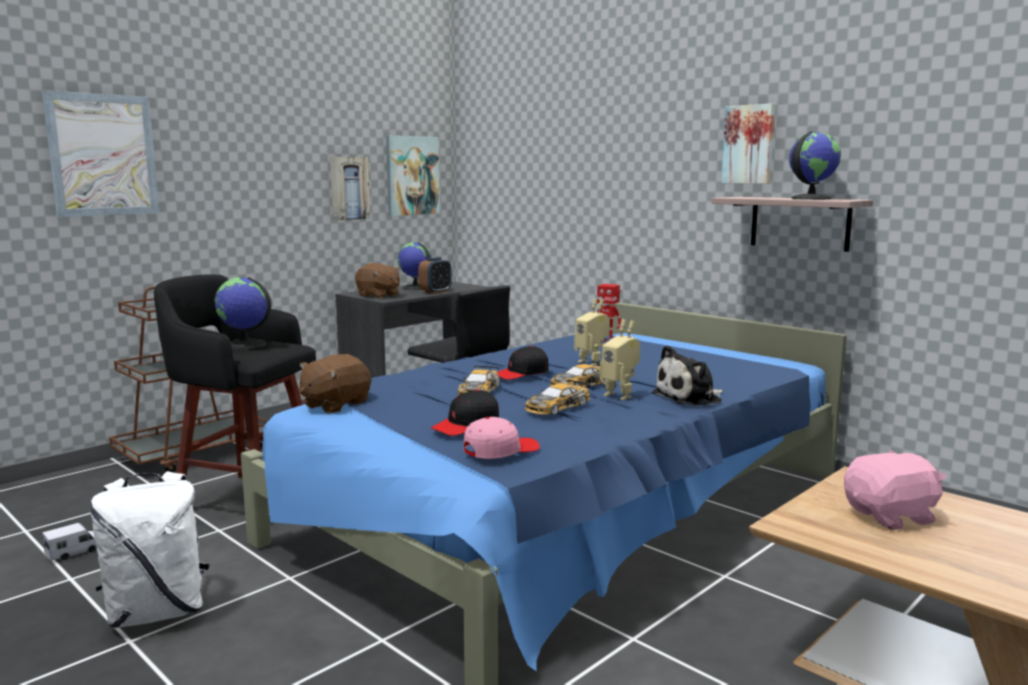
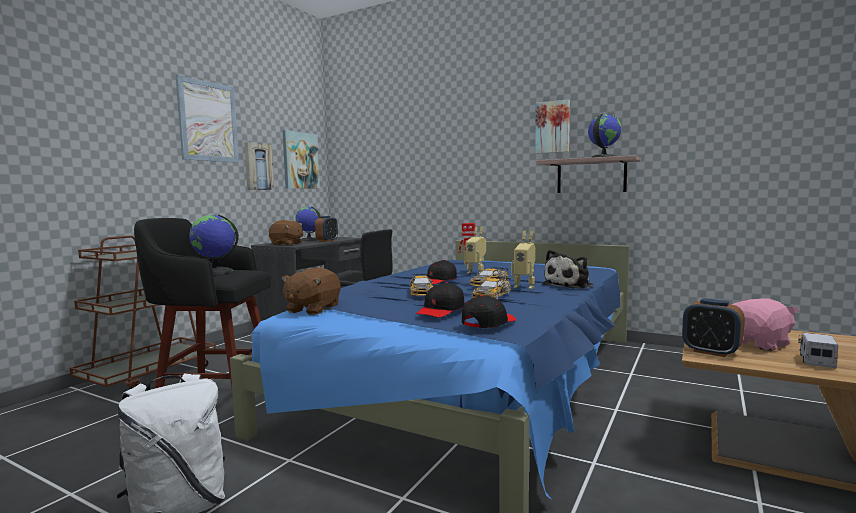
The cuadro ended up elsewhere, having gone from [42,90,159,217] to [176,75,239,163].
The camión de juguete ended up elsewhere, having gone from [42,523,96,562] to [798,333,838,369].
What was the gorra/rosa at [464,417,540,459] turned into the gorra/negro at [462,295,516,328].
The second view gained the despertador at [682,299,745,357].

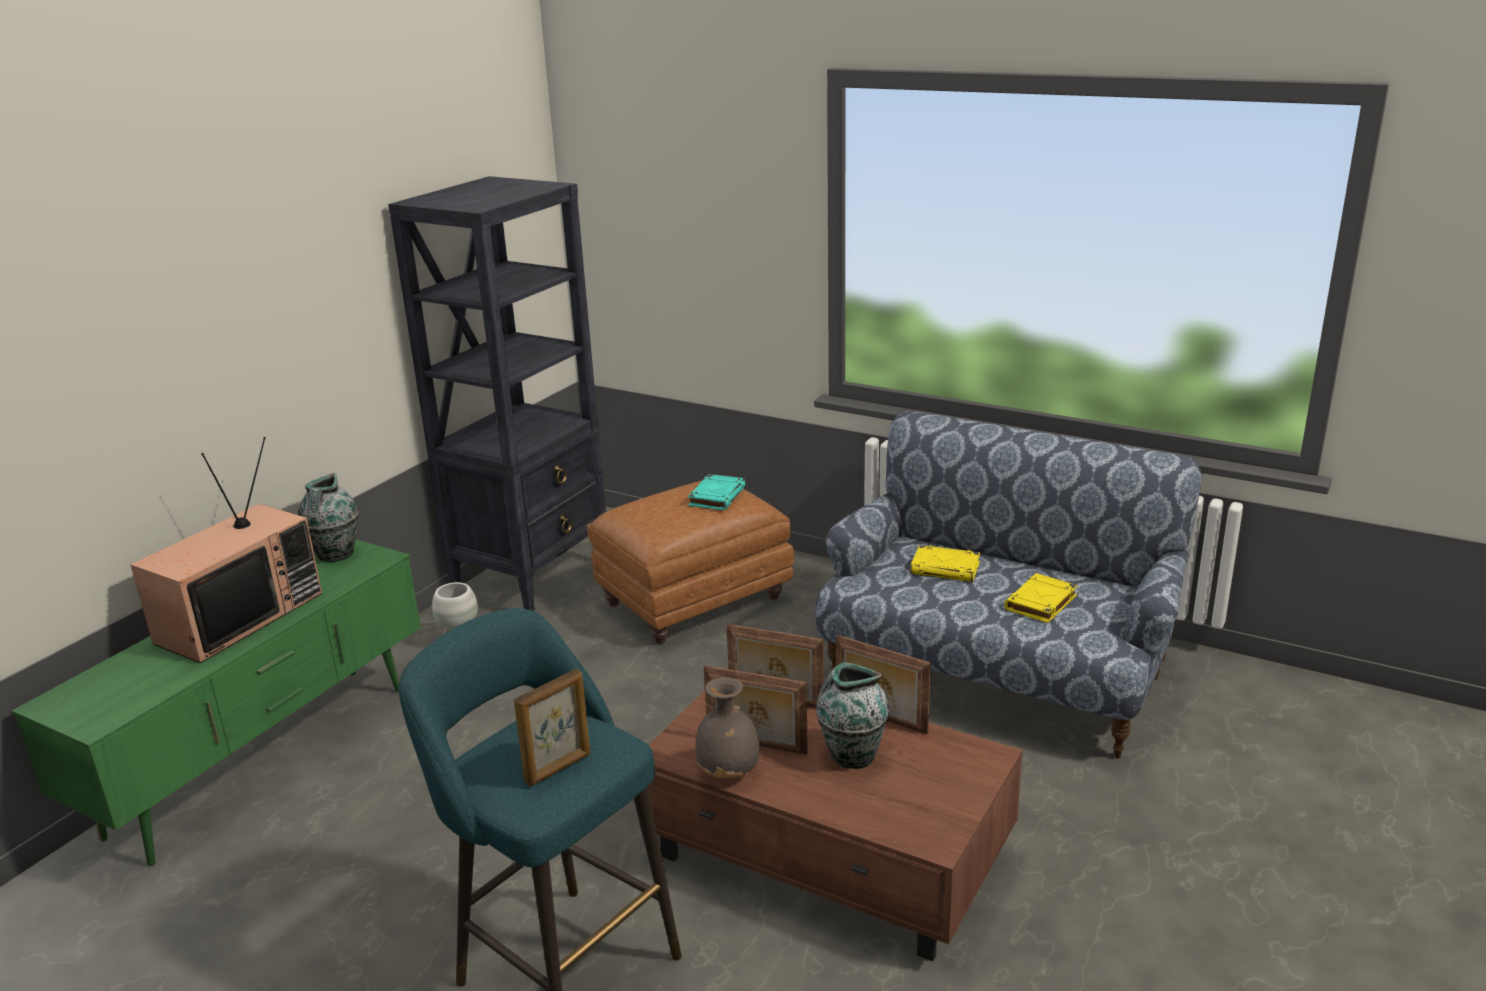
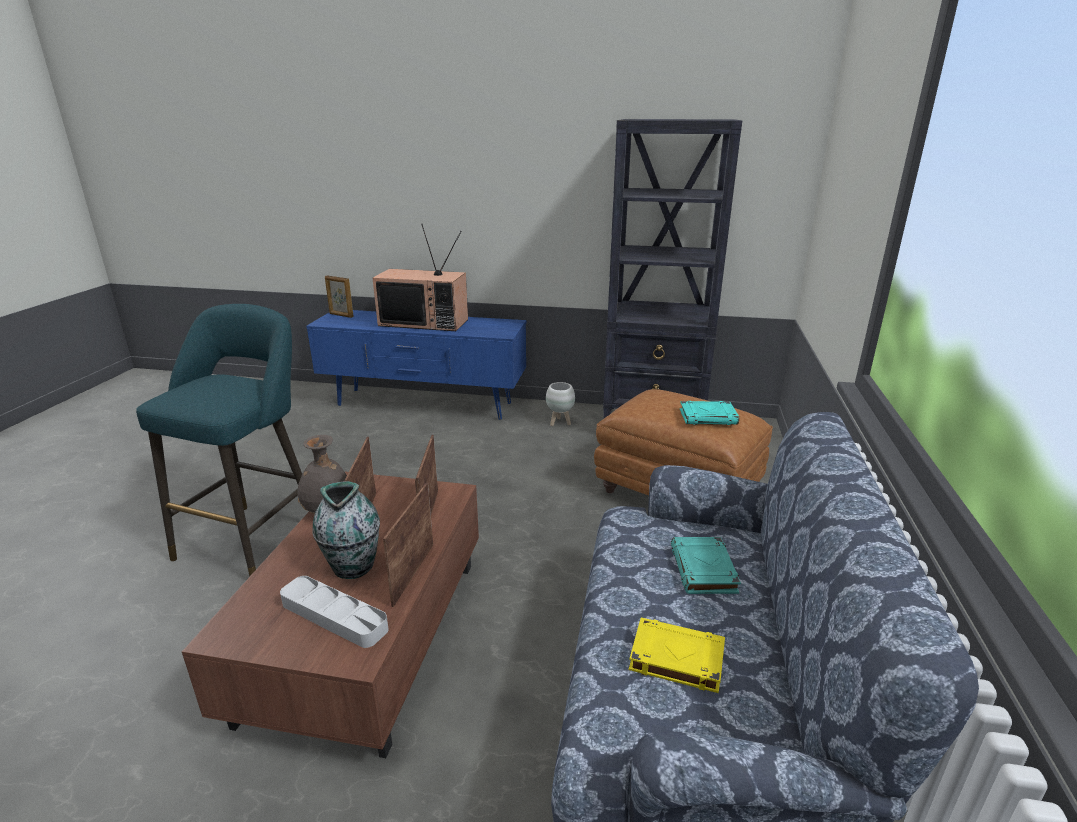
What was the mueble de televisión/verde at [12,539,421,866] turned into the mueble de televisión/azul at [306,310,527,420].
The second view lost the florero at [298,473,358,562].
The portarretratos ended up elsewhere, having gone from [514,669,590,787] to [325,275,354,318].
What was the libro/amarillo at [910,545,980,582] turned into the libro/turquesa at [671,537,741,594].
The second view gained the bandeja/gris at [280,576,388,648].

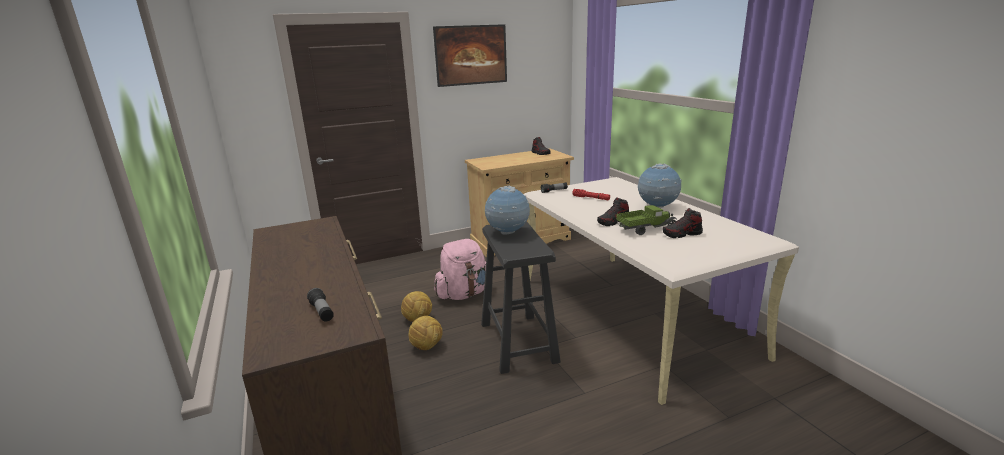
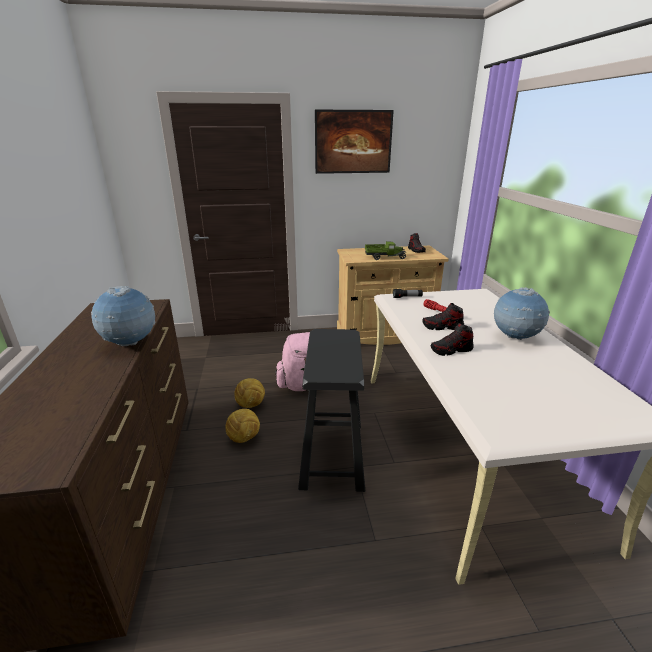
The second view lost the linterna at [307,288,334,322].
The globo terráqueo ended up elsewhere, having gone from [485,186,530,235] to [91,286,155,346].
The camión de juguete ended up elsewhere, having gone from [616,205,677,235] to [365,241,406,260].
The zapato ended up elsewhere, having gone from [663,208,703,238] to [423,303,464,330].

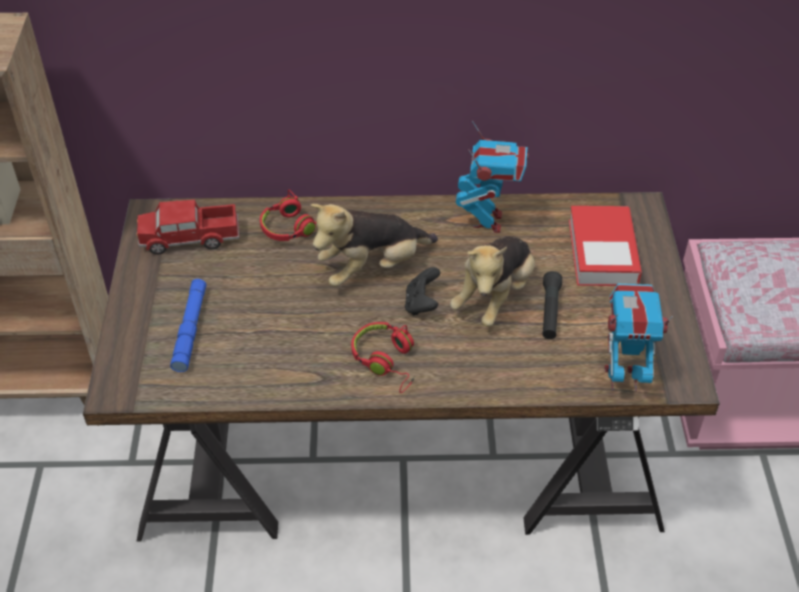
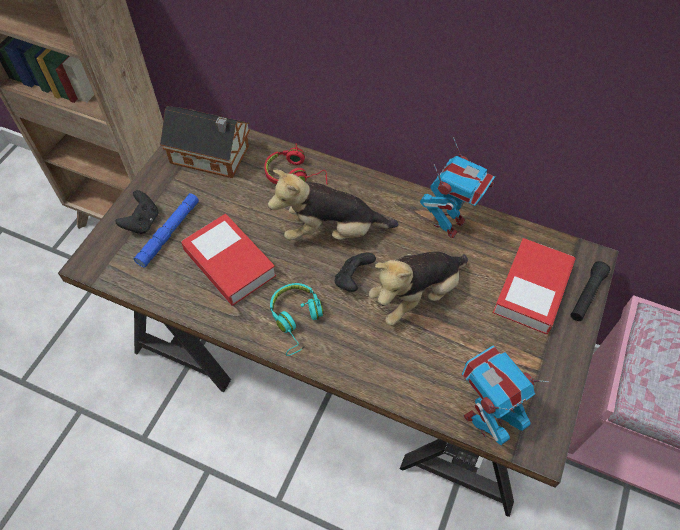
Where the camión de juguete stood at [136,200,240,254], the casita came to stand at [160,106,250,178].
What was the auriculares/rojo at [351,322,415,393] turned into the auriculares/turquesa at [270,283,324,356].
The linterna/negro ended up elsewhere, having gone from [542,271,562,339] to [571,261,610,321].
The robot de juguete at [605,284,673,391] ended up facing another way, 60 degrees counterclockwise from before.
The second view gained the mando de consola/negro at [115,190,158,234].
The second view gained the libro at [181,213,276,306].

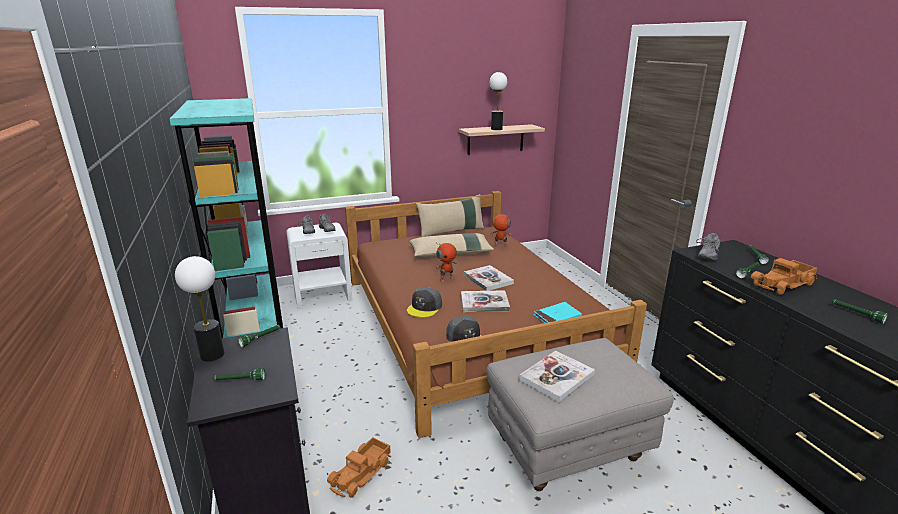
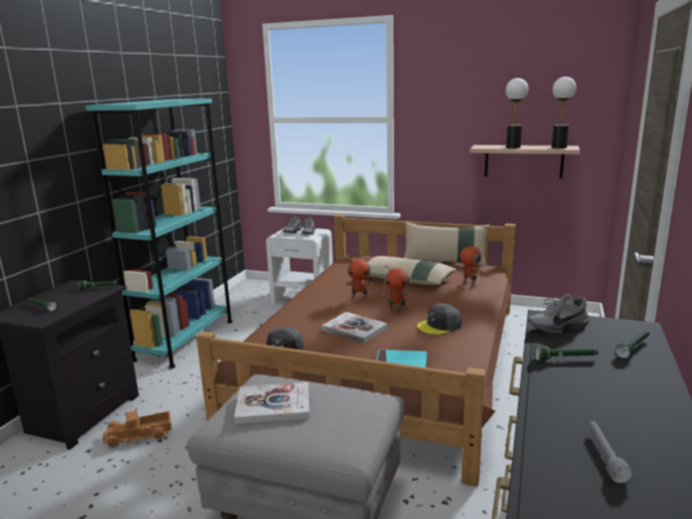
The lámpara de mesa ended up elsewhere, having gone from [175,256,225,361] to [552,77,576,149].
The gorra/gris ended up elsewhere, having gone from [407,287,442,318] to [417,304,462,335].
Where the libro stood at [464,265,514,291], the robot de juguete came to stand at [383,264,411,313].
The second view lost the camión de juguete at [751,258,817,295].
What was the linterna/verde at [832,299,888,324] turned into the linterna/gris at [589,421,633,484].

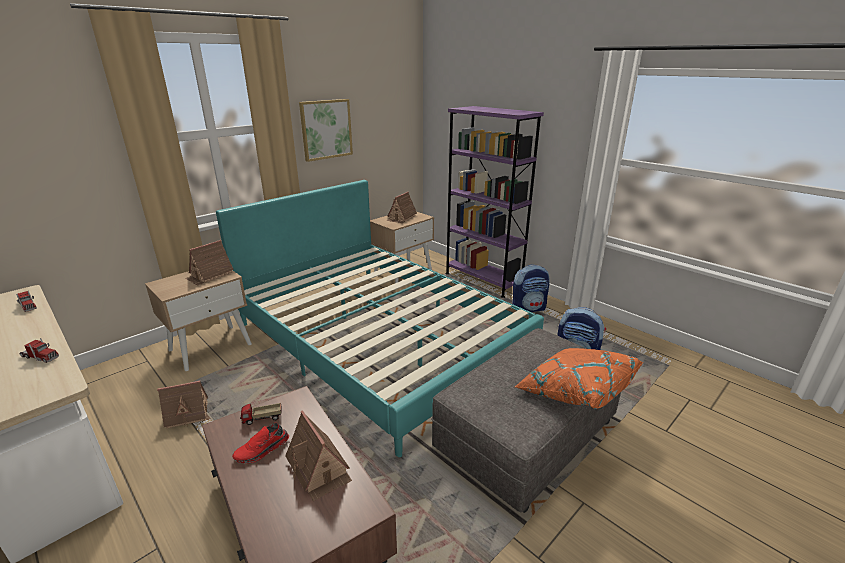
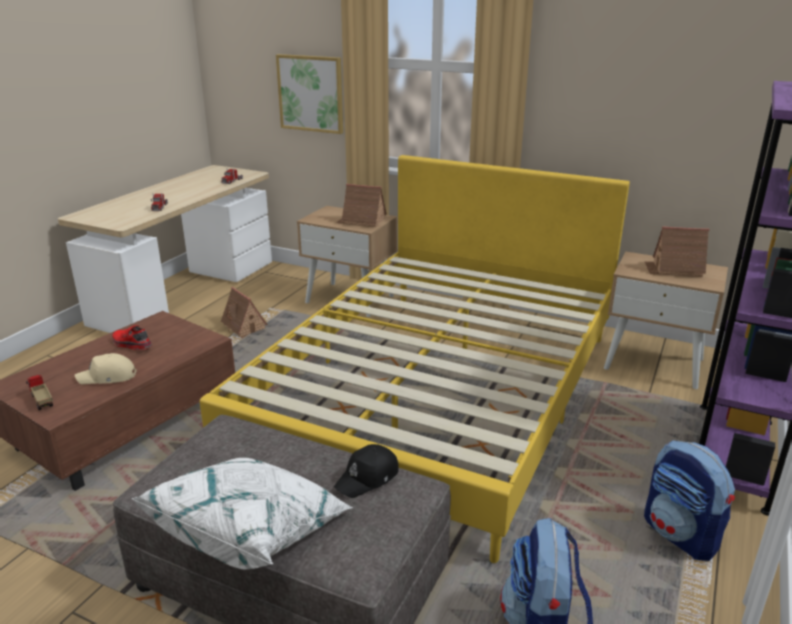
What was the cama/turquesa at [216,180,544,457] turned into the cama/amarillo at [200,155,630,563].
The camión de juguete ended up elsewhere, having gone from [240,403,282,425] to [26,375,53,410].
Where the casita stood at [285,410,352,501], the gorra/beis came to stand at [75,353,137,385].
The cuadro ended up elsewhere, having gone from [299,99,353,162] to [276,54,343,134].
What was the cojín/naranja at [515,348,643,409] turned into the cojín/blanco at [132,458,353,570].
The second view gained the gorra/negro at [334,444,399,498].

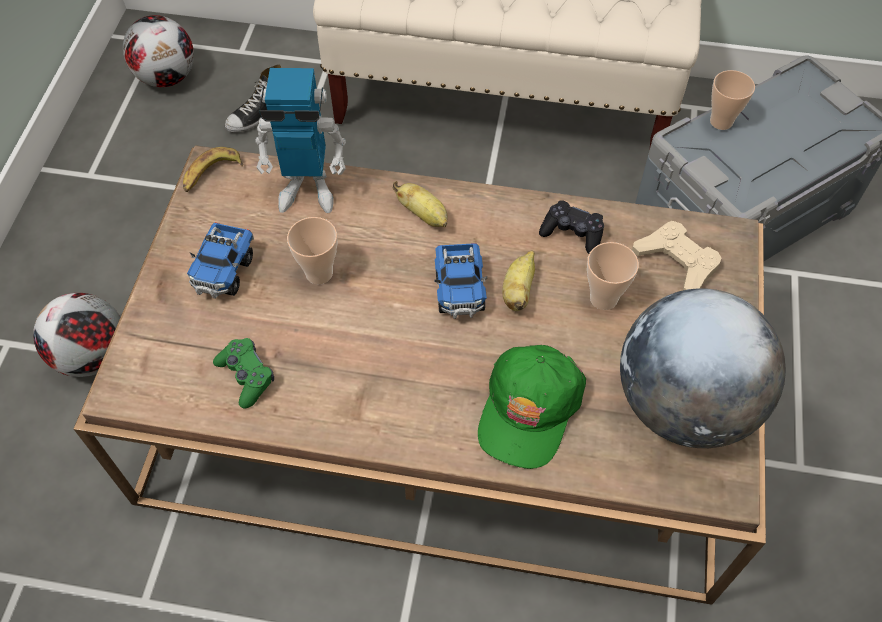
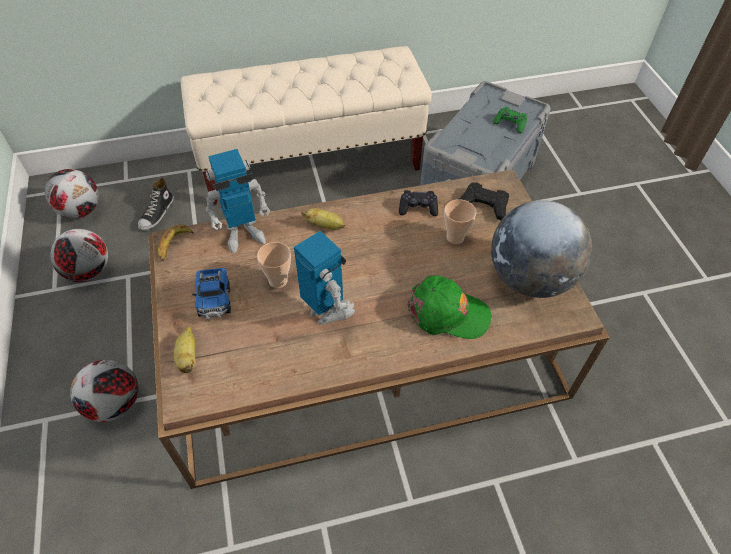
The mando de consola/verde ended up elsewhere, having gone from [213,338,274,409] to [493,107,527,133].
The second view lost the camión de juguete at [435,243,487,319].
The gorra/verde at [478,345,586,469] ended up facing another way, 75 degrees counterclockwise from before.
The plátano ended up elsewhere, having gone from [502,251,535,311] to [174,326,196,373].
What was the mando de consola/beis at [632,221,721,290] turned into the mando de consola/negro at [459,182,509,221].
The second view lost the taza at [710,70,755,130].
The second view gained the balón de fútbol at [50,229,108,282].
The second view gained the robot de juguete at [294,231,355,325].

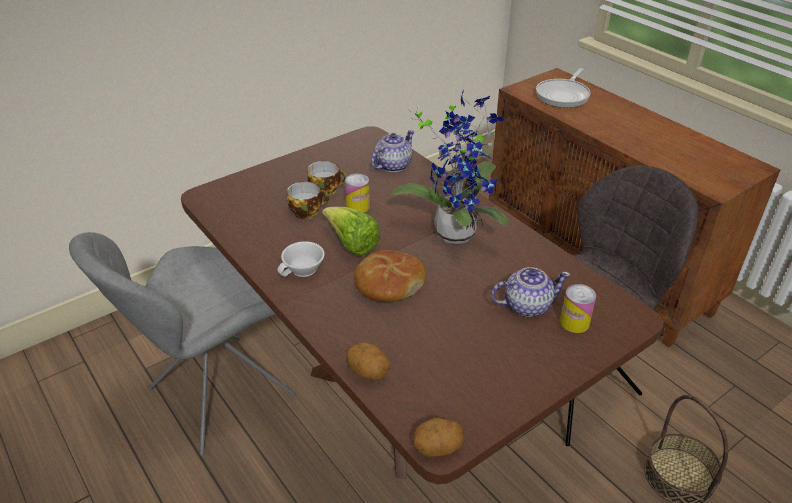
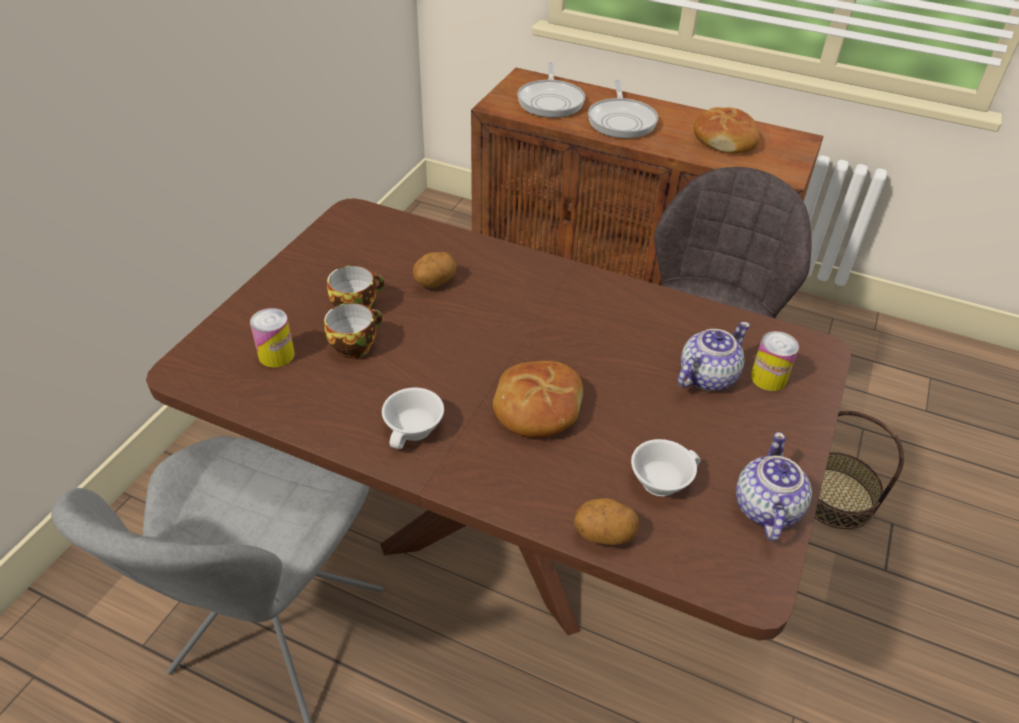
The second view lost the lechuga at [322,207,380,256].
The lata ended up elsewhere, having gone from [345,174,370,213] to [250,308,295,368].
The tetera ended up elsewhere, having gone from [371,130,415,172] to [736,432,812,541].
The second view lost the planta en maceta at [391,90,509,244].
The patata ended up elsewhere, having gone from [413,418,464,457] to [413,252,456,288].
The second view gained the sartén at [588,80,658,138].
The second view gained the taza/blanco at [631,439,701,497].
The second view gained the pan at [694,107,760,154].

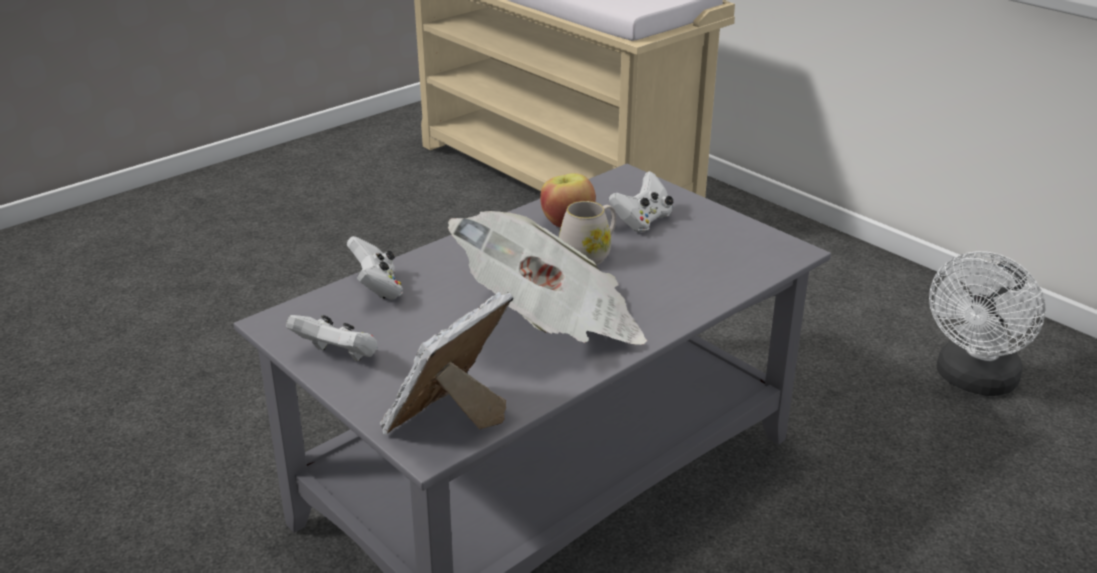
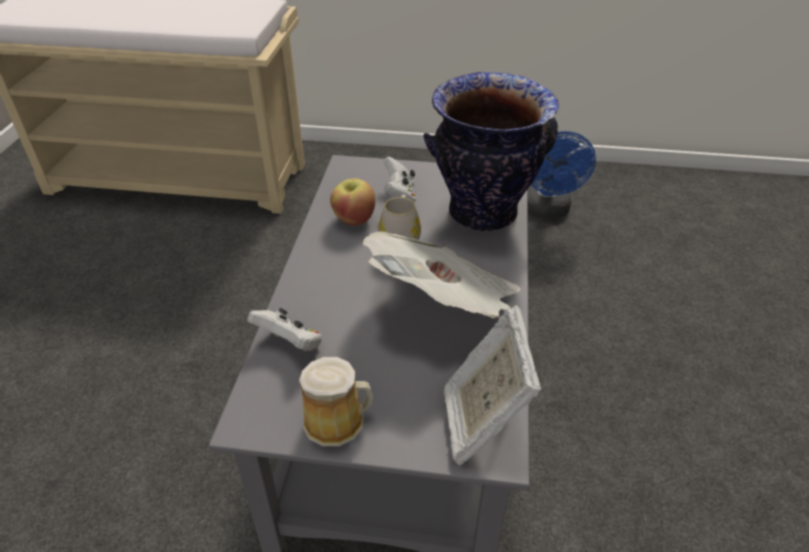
Where the mando de consola/blanco stood at [286,315,378,361], the taza grande came to stand at [299,357,373,446].
What was the ventilador/blanco at [929,251,1046,396] turned into the ventilador/azul at [528,131,596,219].
The second view gained the florero at [423,72,559,231].

